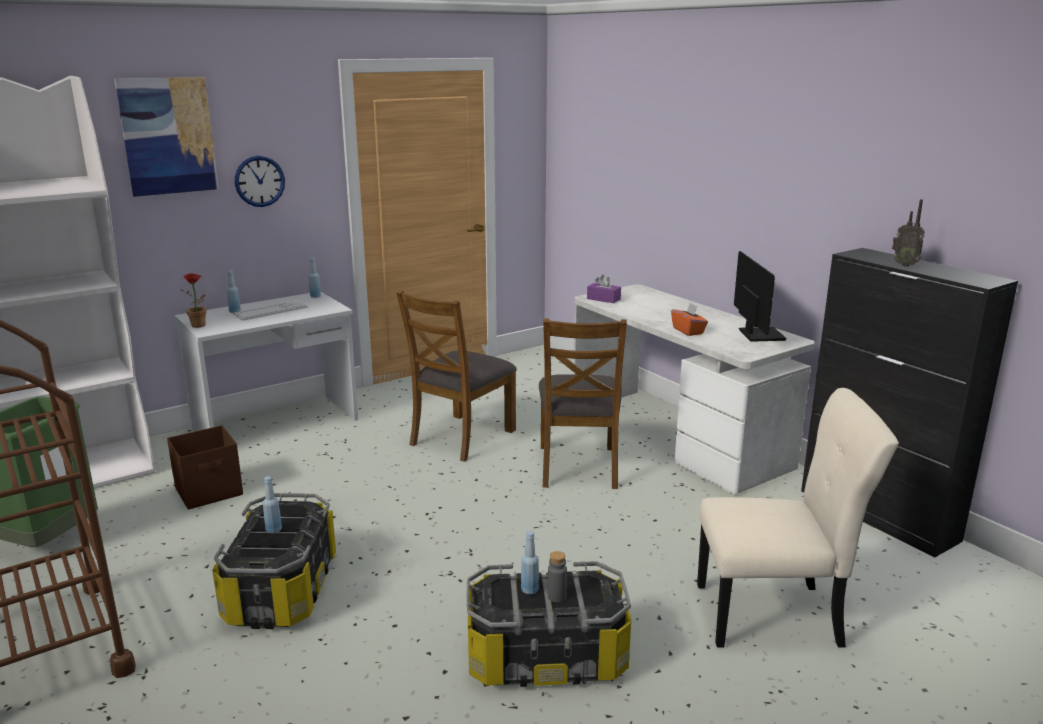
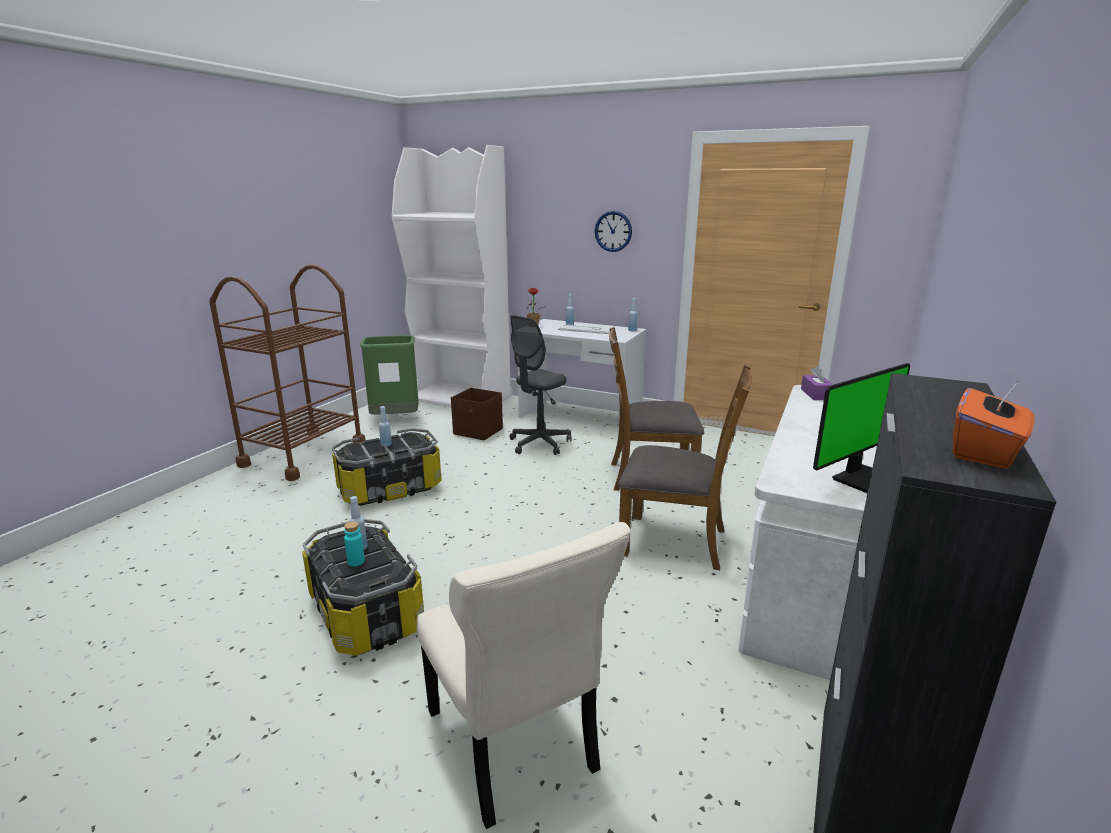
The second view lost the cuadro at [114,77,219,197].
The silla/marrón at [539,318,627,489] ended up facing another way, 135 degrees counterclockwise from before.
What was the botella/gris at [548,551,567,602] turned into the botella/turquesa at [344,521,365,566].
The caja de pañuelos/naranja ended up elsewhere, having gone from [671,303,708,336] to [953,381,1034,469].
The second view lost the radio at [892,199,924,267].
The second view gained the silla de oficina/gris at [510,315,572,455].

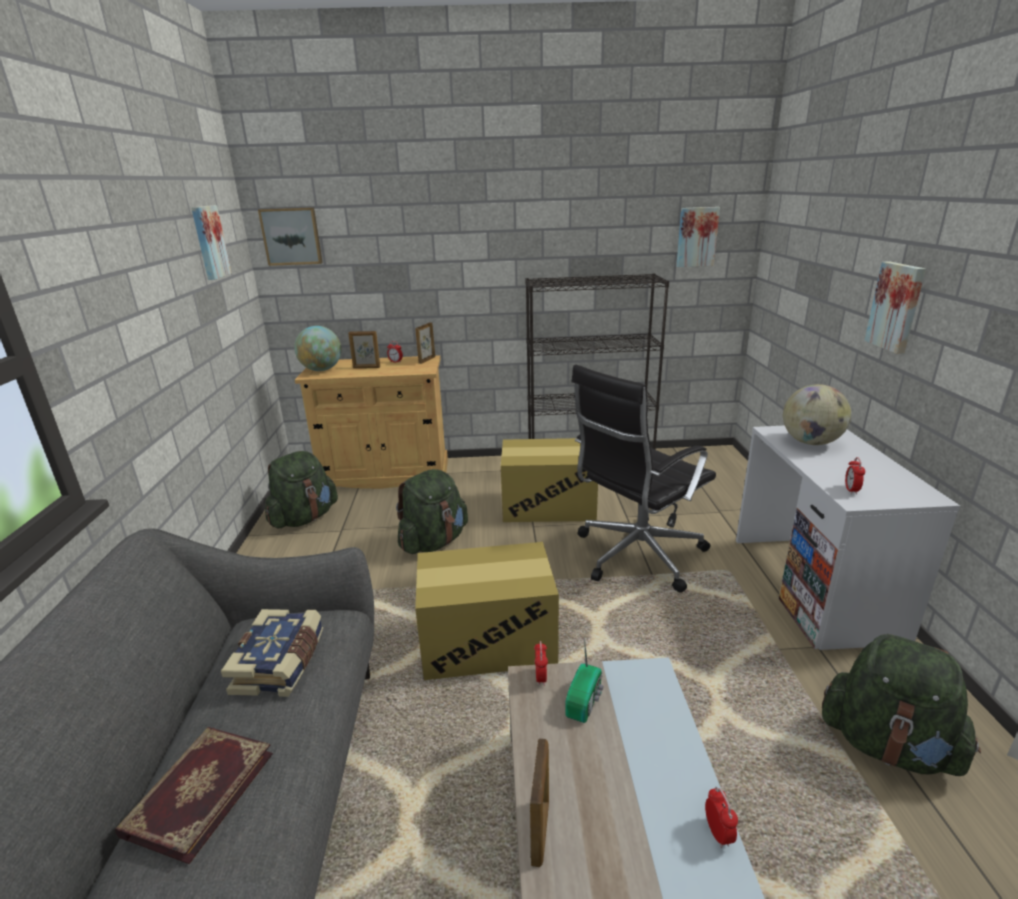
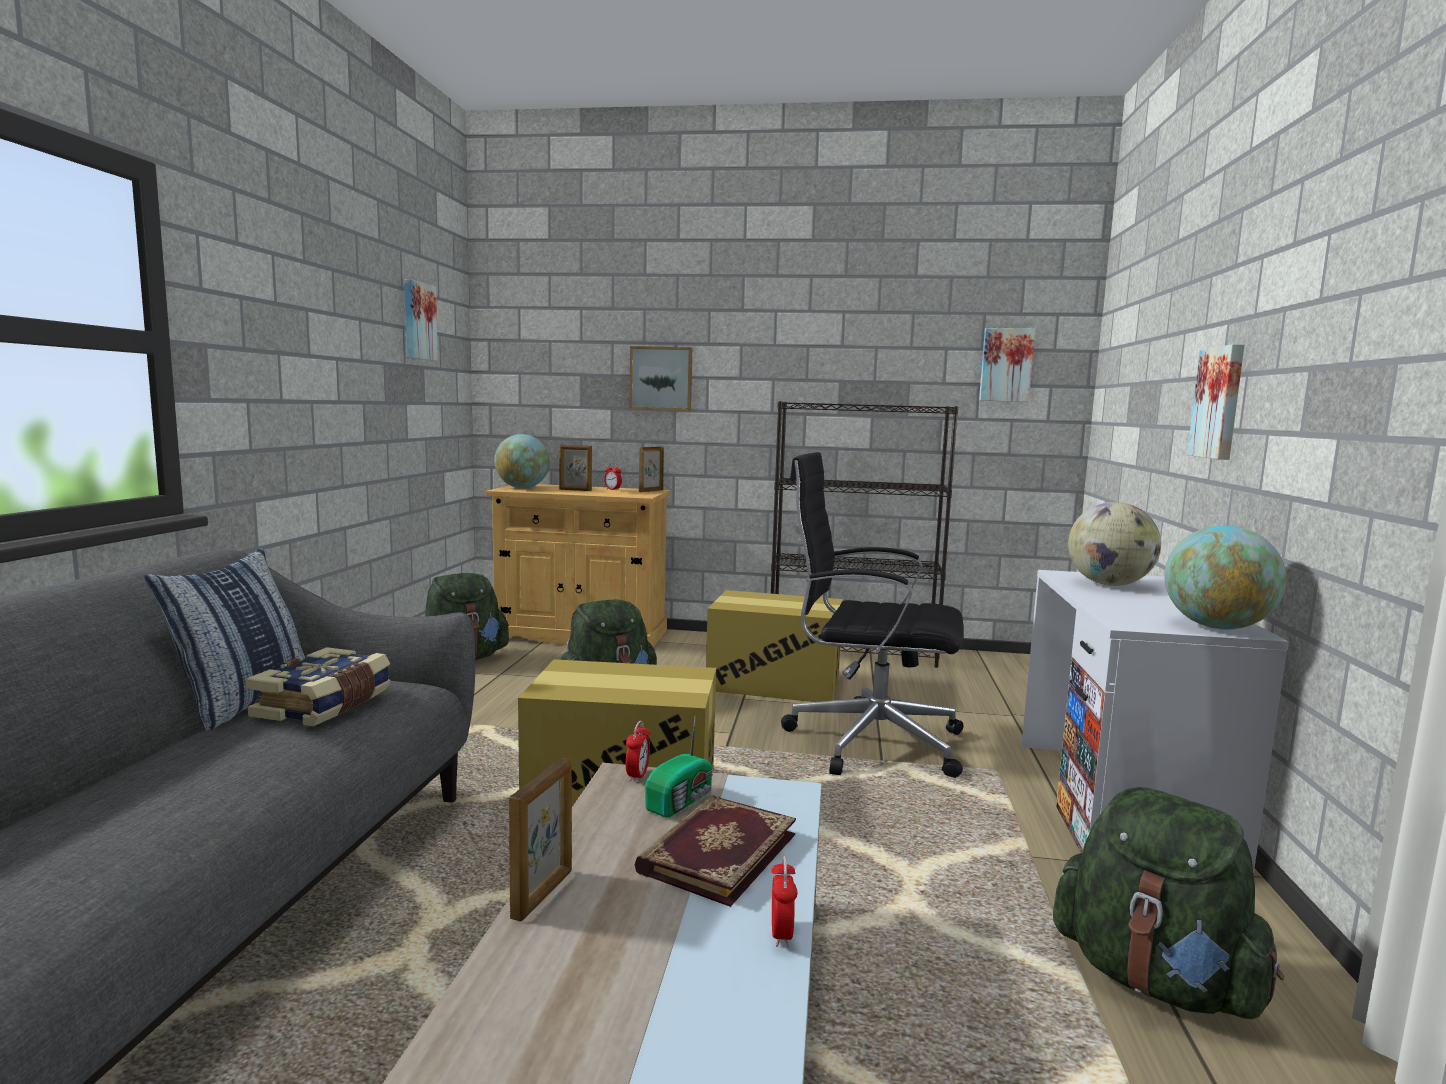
The libro ended up elsewhere, having gone from [115,727,273,864] to [635,795,796,907].
The cuadro ended up elsewhere, having gone from [258,207,323,266] to [629,346,692,411].
The silla de oficina/negro at [571,365,716,592] ended up facing another way, 45 degrees clockwise from before.
The second view lost the despertador at [845,457,865,495].
The second view gained the cojín at [143,548,305,731].
The second view gained the globo terráqueo at [1165,525,1287,629].

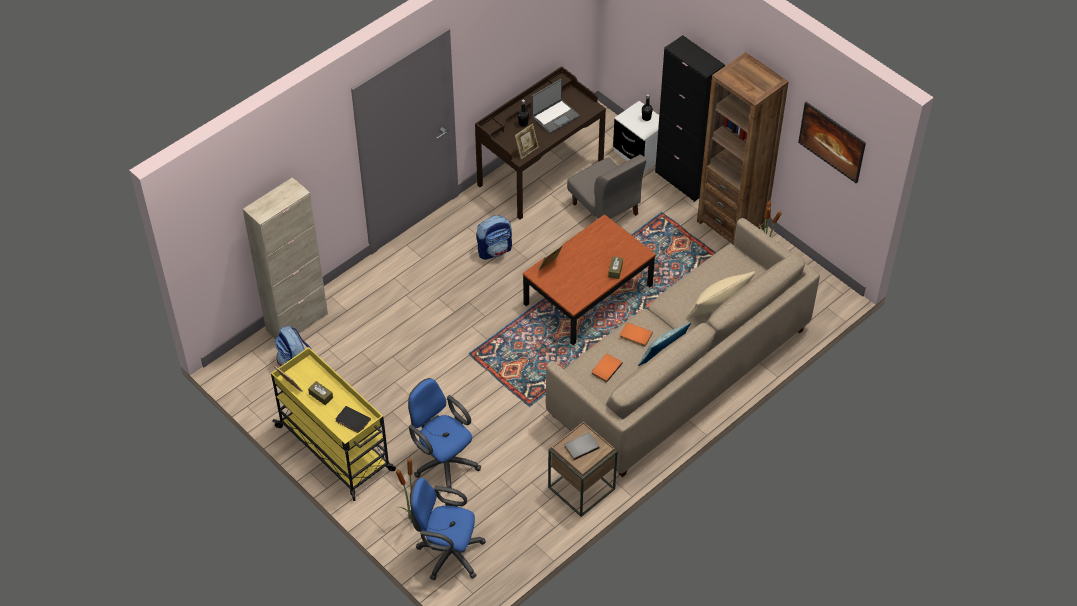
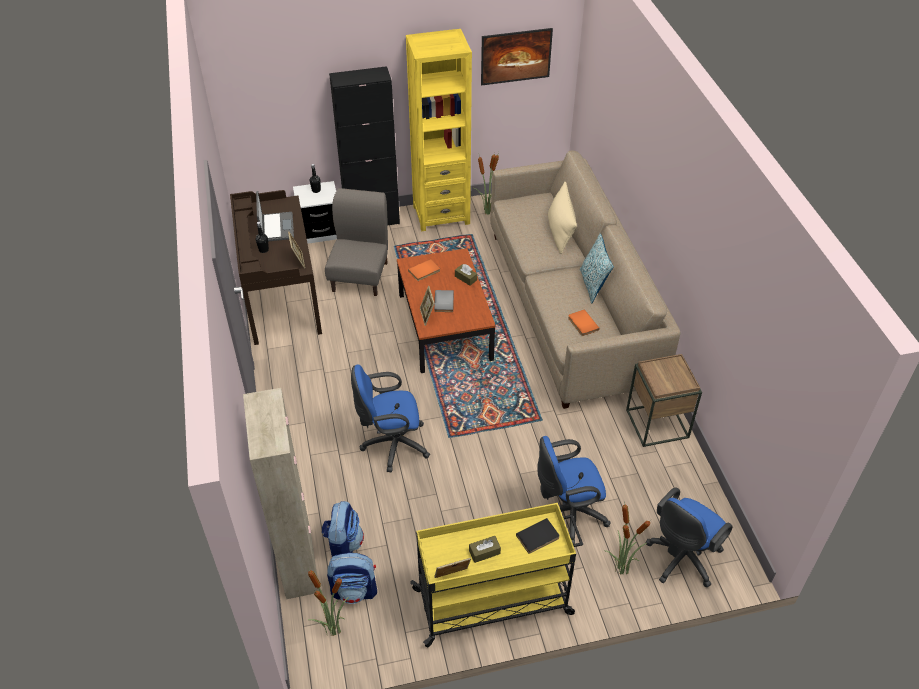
The mochila ended up elsewhere, having gone from [476,215,512,260] to [322,501,364,557].
The libro/gris ended up elsewhere, having gone from [565,433,600,460] to [434,290,454,312].
The silla/gris at [567,154,646,219] ended up facing another way, 75 degrees counterclockwise from before.
The libro/naranja ended up elsewhere, having gone from [620,322,653,347] to [408,259,440,281].
What was the estantería/marrón at [697,52,788,245] turned into the estantería/amarillo at [406,29,472,231].
The second view gained the planta en maceta at [308,570,349,636].
The second view gained the silla de oficina/azul at [351,365,430,472].

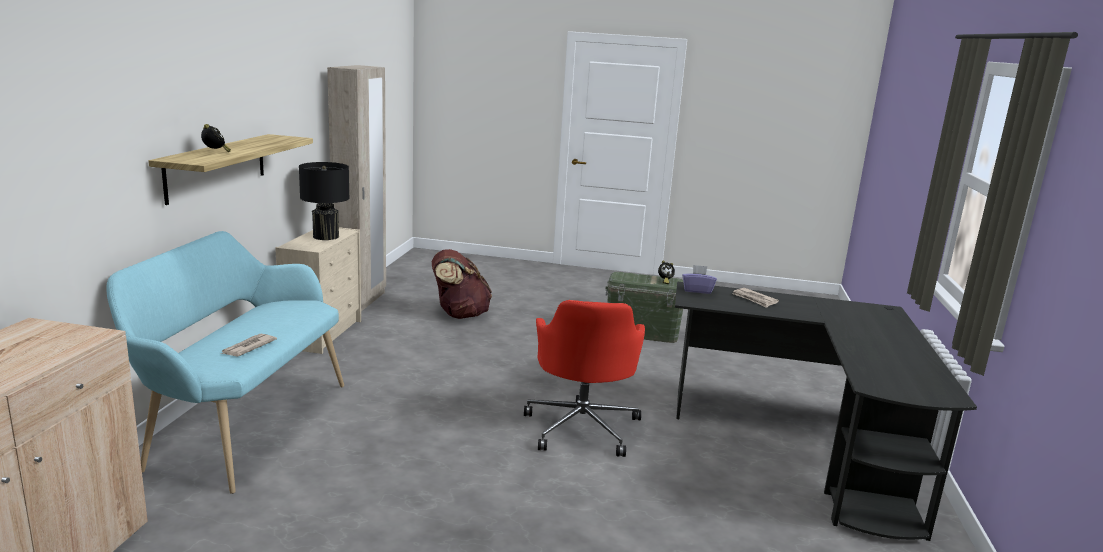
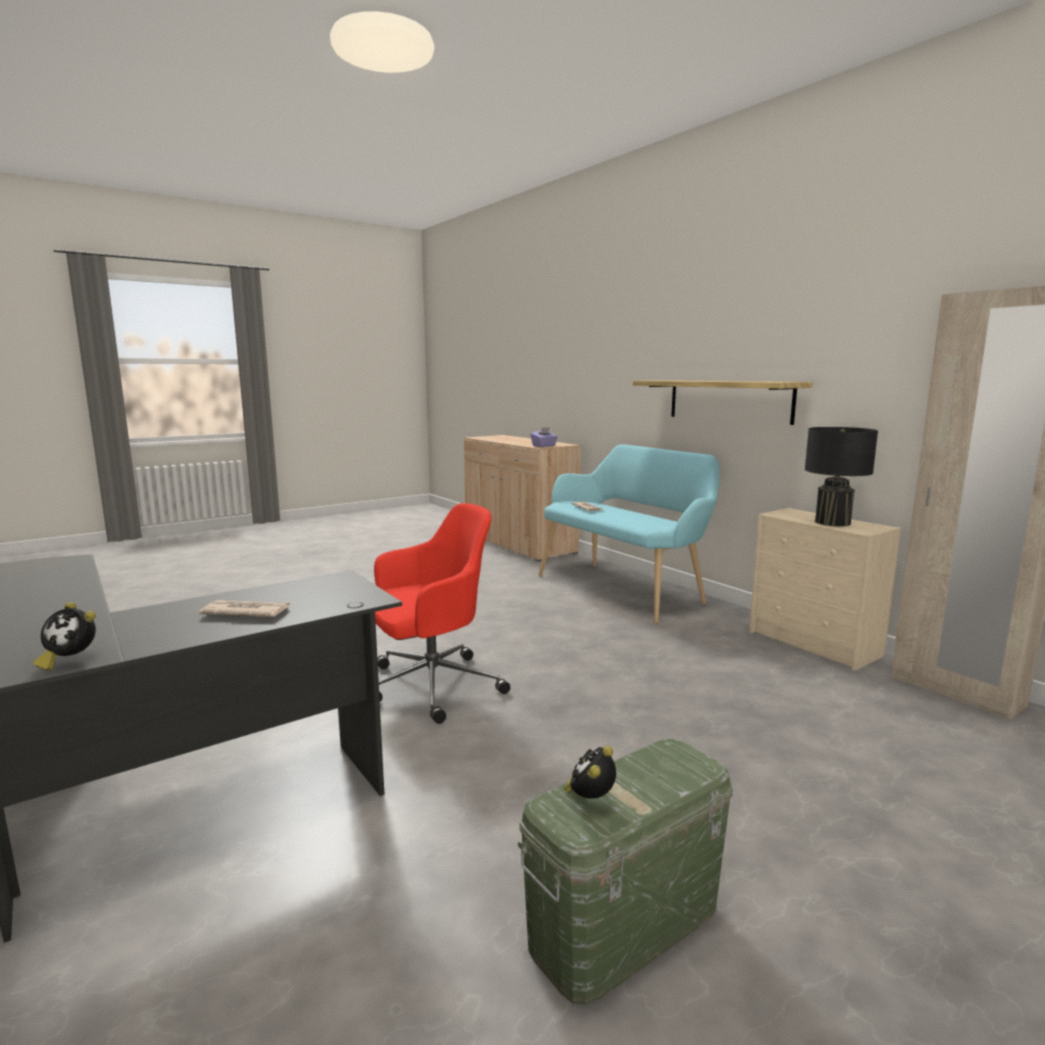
The despertador ended up elsewhere, having gone from [201,124,231,152] to [33,602,96,671].
The second view lost the mochila/marrón at [432,249,492,319].
The silla de oficina/rojo at [524,300,645,457] ended up facing another way, 105 degrees clockwise from before.
The caja de pañuelos/morado ended up elsewhere, having gone from [682,265,717,294] to [530,427,558,447].

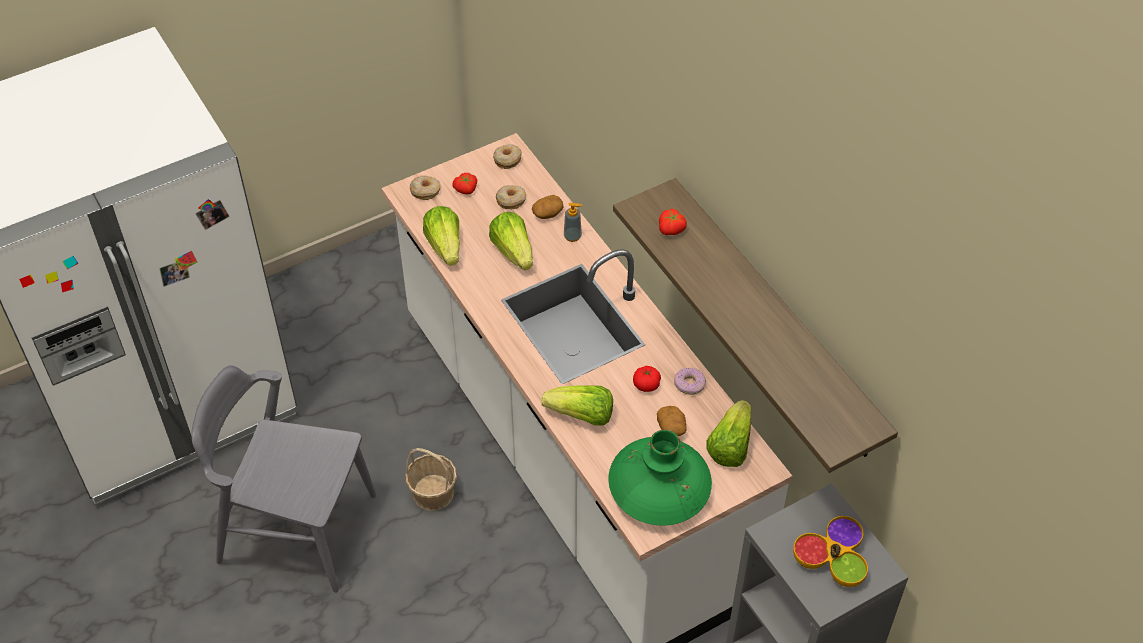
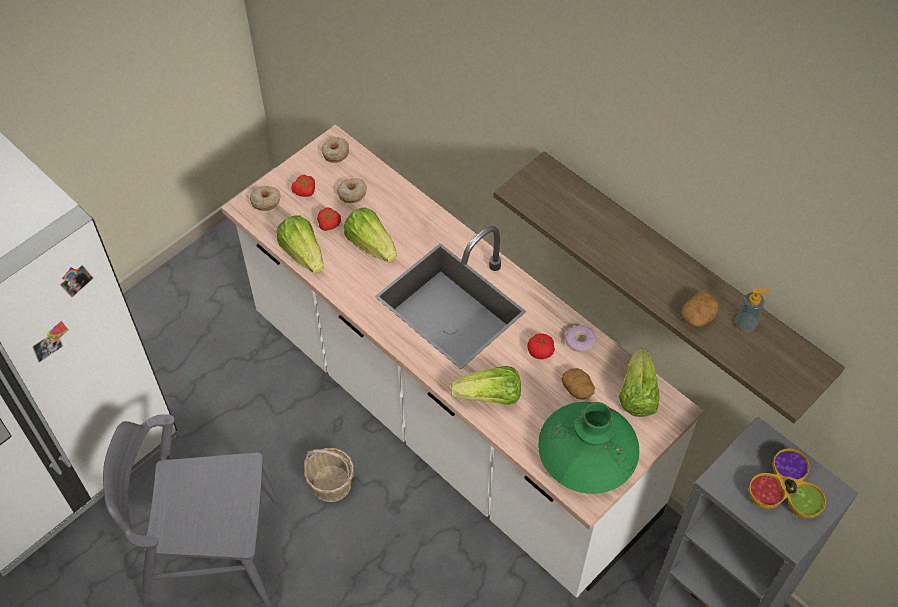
The patata ended up elsewhere, having gone from [532,195,563,219] to [681,292,719,327].
The dispensador de jabón ended up elsewhere, having gone from [564,203,582,242] to [735,288,770,332].
The tomate ended up elsewhere, having gone from [659,209,687,235] to [317,207,341,231].

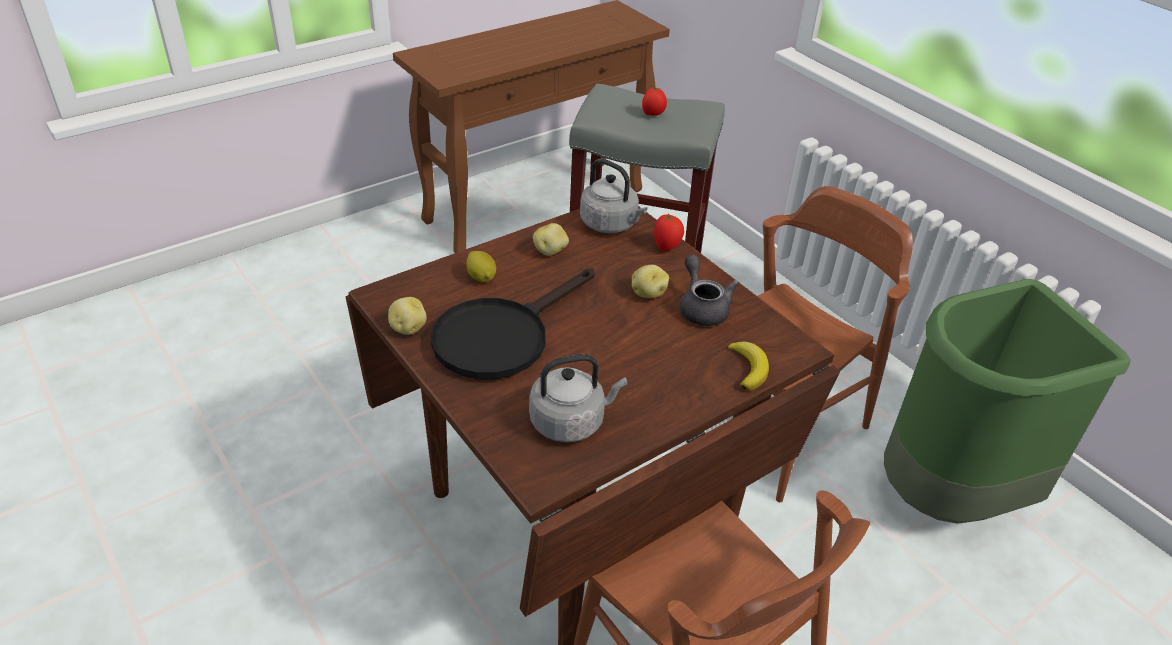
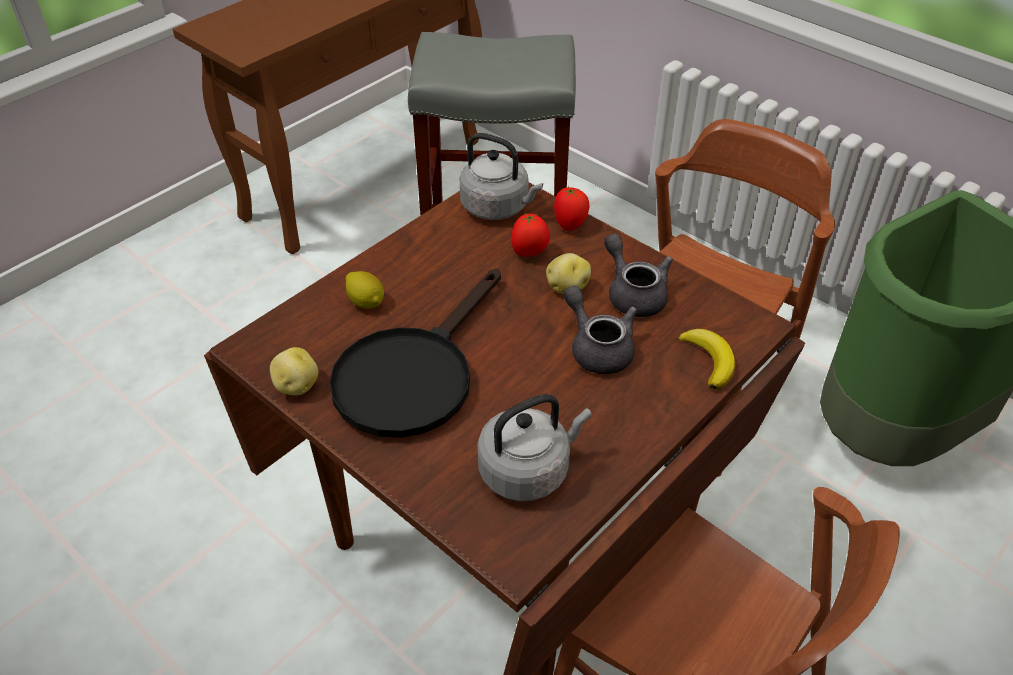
The second view lost the patata at [533,223,569,256].
The tomate ended up elsewhere, having gone from [642,88,667,116] to [511,213,550,257].
The second view gained the tetera/gris at [564,286,637,374].

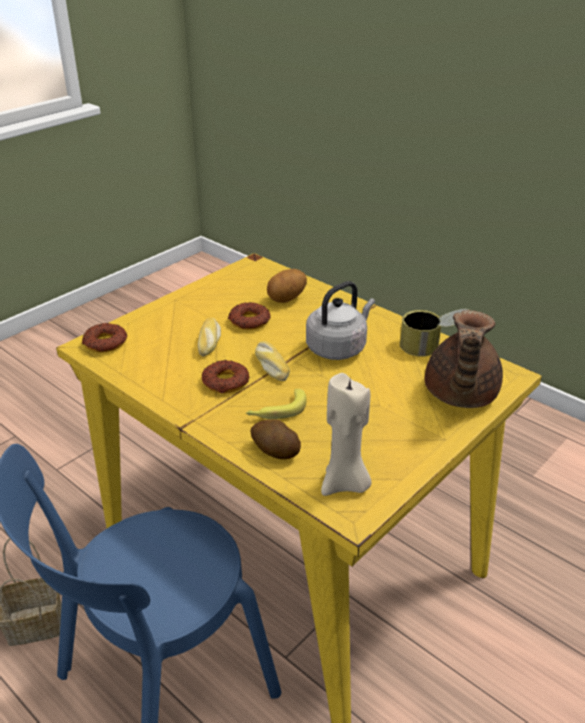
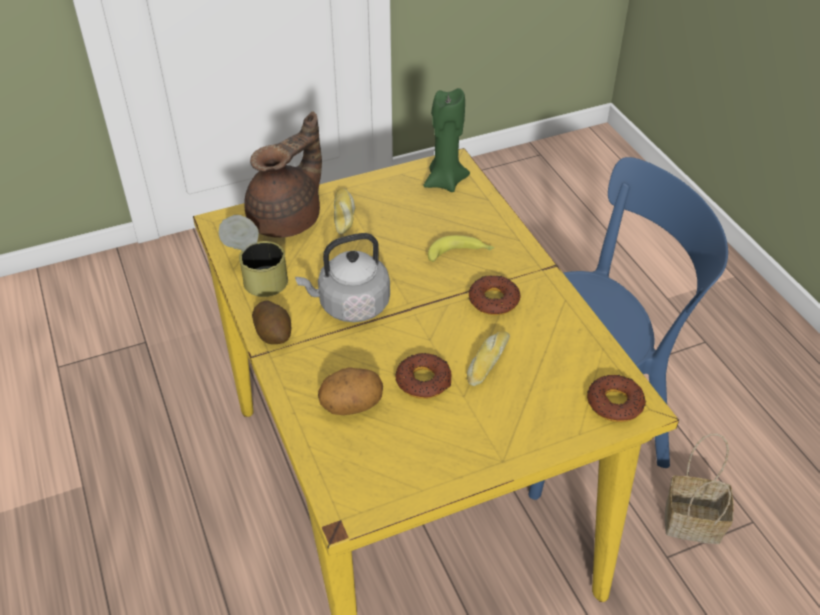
The patata ended up elsewhere, having gone from [250,419,301,459] to [252,300,291,344].
The pan ended up elsewhere, having gone from [255,341,290,381] to [334,188,355,235].
What was the vela/beis at [321,373,371,496] turned into the vela/verde at [423,88,470,192].

